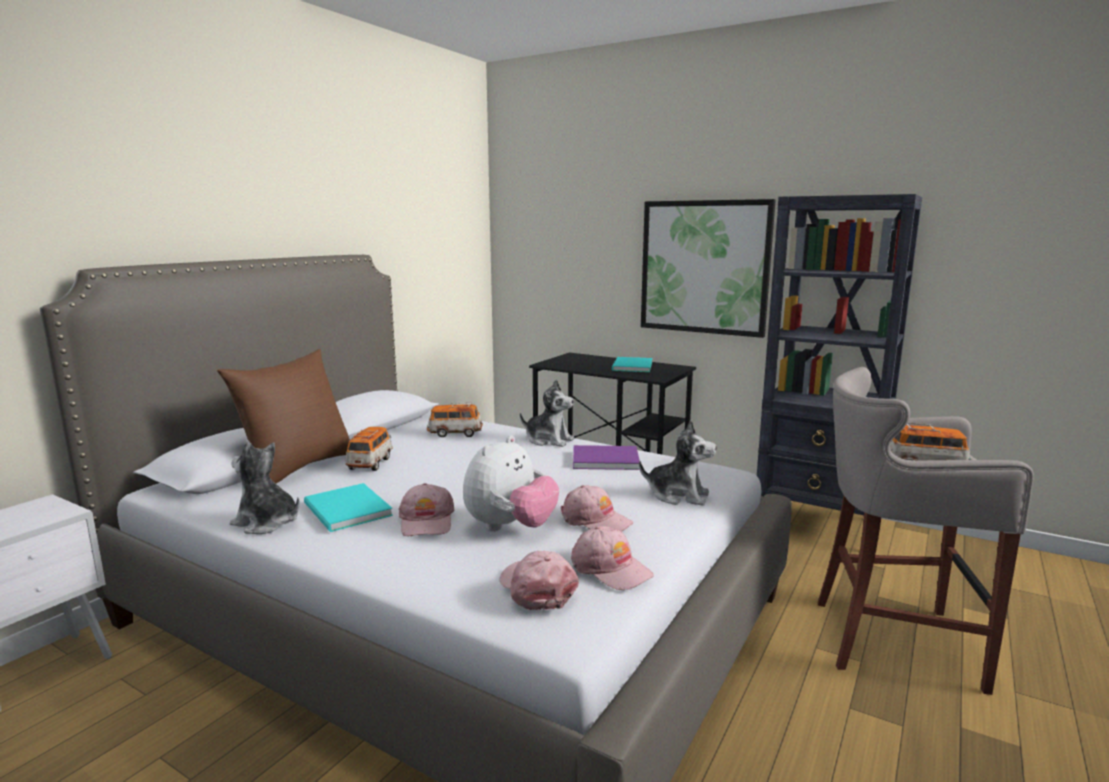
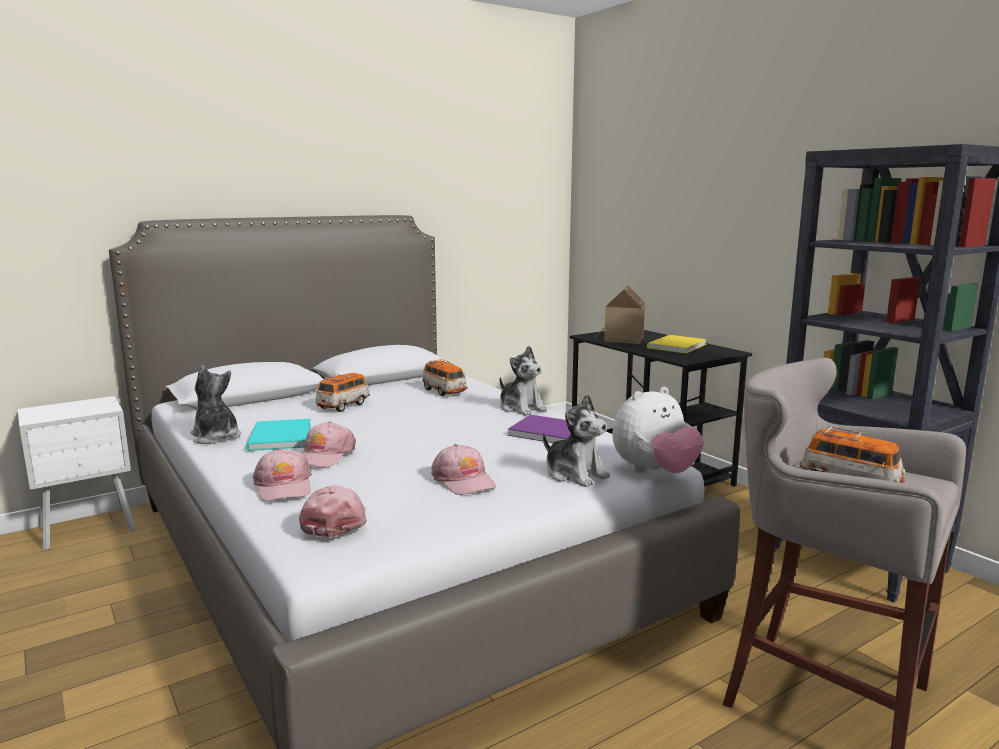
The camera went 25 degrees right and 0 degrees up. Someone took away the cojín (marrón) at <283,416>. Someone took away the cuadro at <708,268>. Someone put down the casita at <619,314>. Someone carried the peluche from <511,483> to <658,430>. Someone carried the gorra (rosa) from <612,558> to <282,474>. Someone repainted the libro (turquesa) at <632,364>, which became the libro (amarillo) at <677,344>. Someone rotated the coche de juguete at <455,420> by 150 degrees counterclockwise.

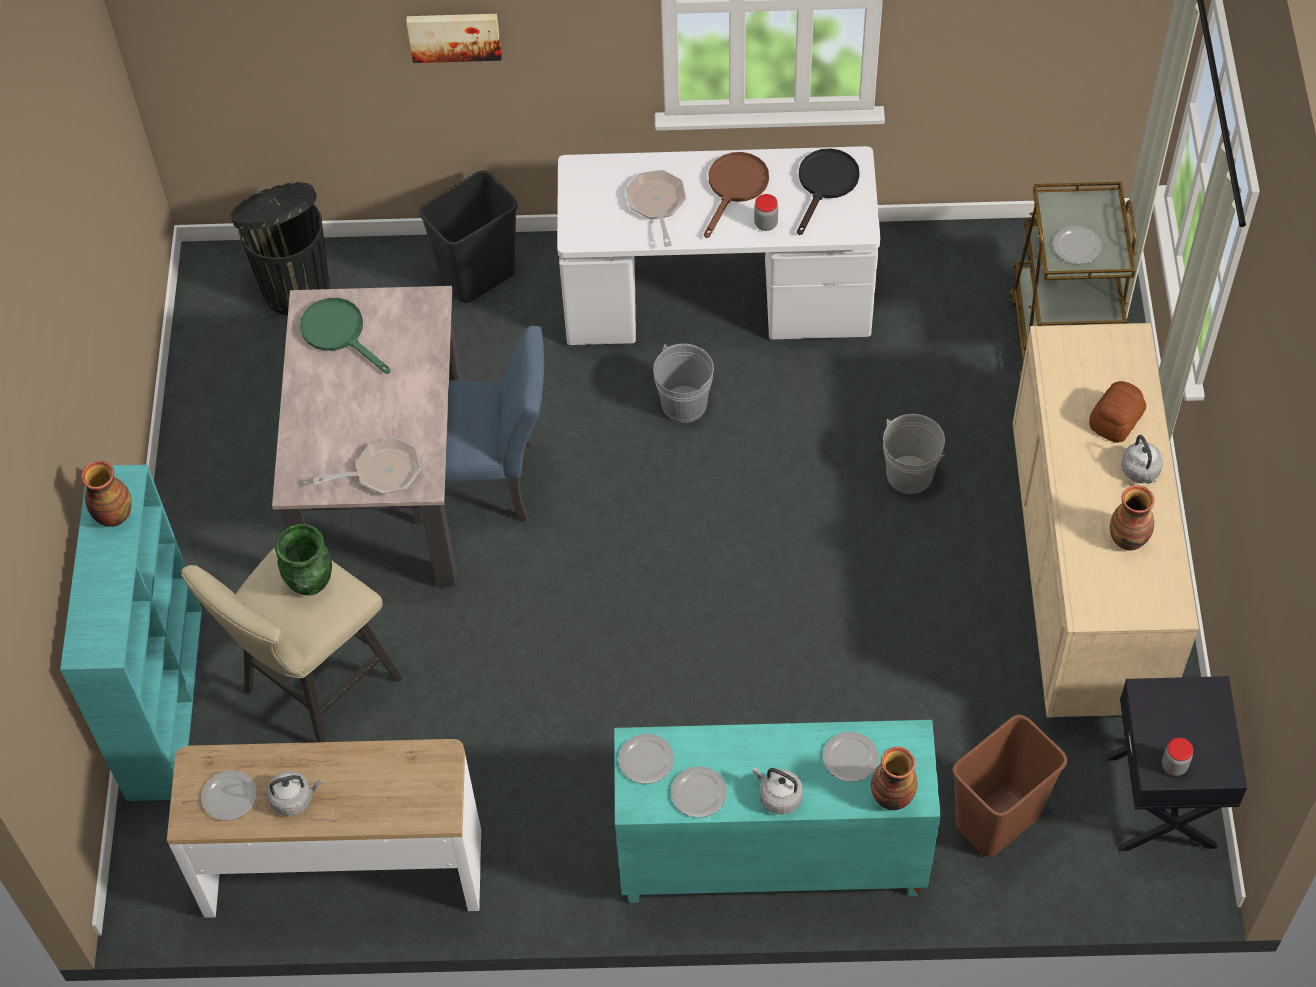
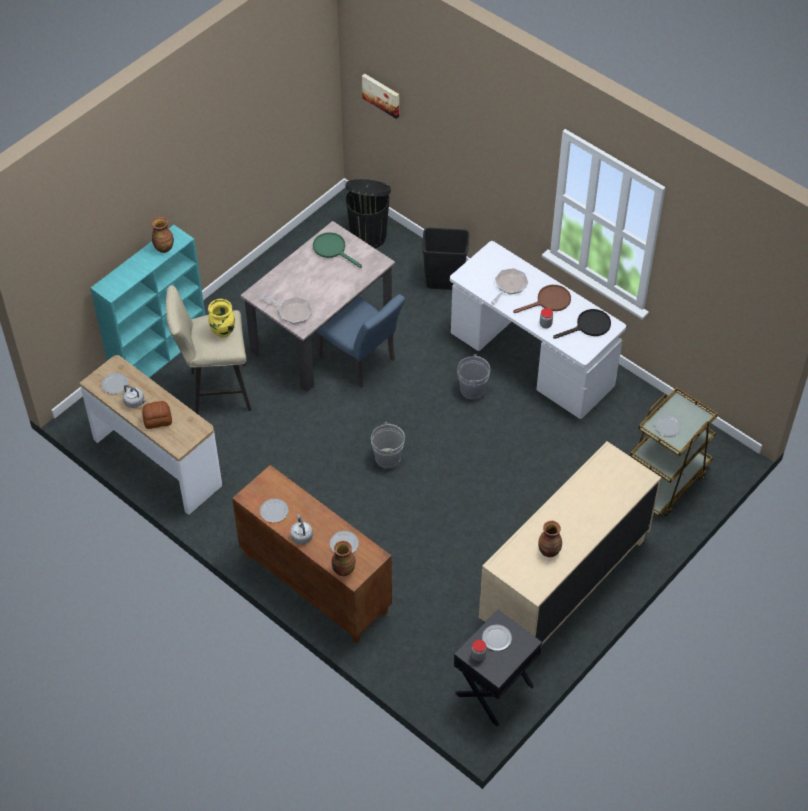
The camera went 40 degrees right and 5 degrees down. Someone took away the papelera (marrón) at <1010,786>. Someone took away the hervidor (gris) at <1142,459>. Someone carried the cuadro from <454,38> to <380,96>. Someone carried the plato from <646,759> to <497,638>. Someone carried the cubo (gris) from <914,454> to <388,445>. Someone carried the pan from <1117,412> to <157,415>. Someone repainted the florero (verde) at <303,559>, which became the florero (amarillo) at <221,318>. Someone repainted the armario (turquesa) at <777,811>, which became the armario (marrón) at <312,554>. Someone rotated the sartén (verde) at <345,336> by 45 degrees counterclockwise.

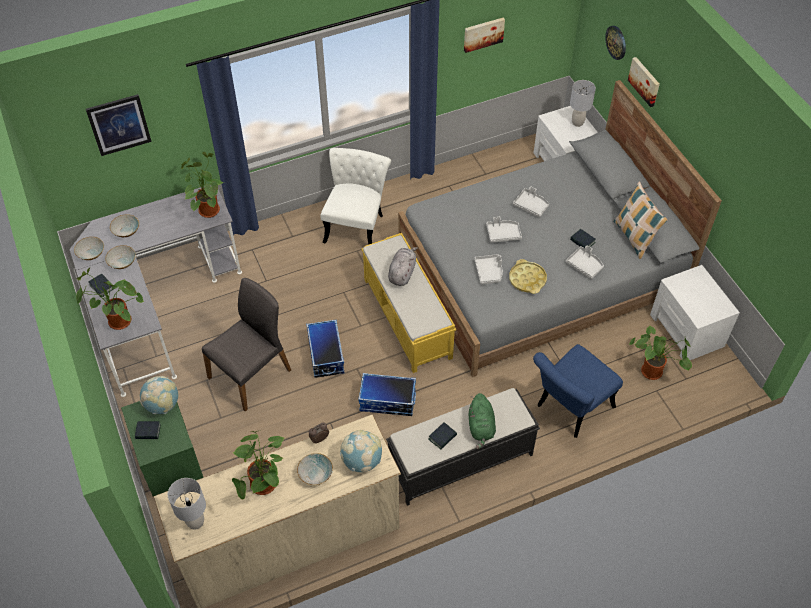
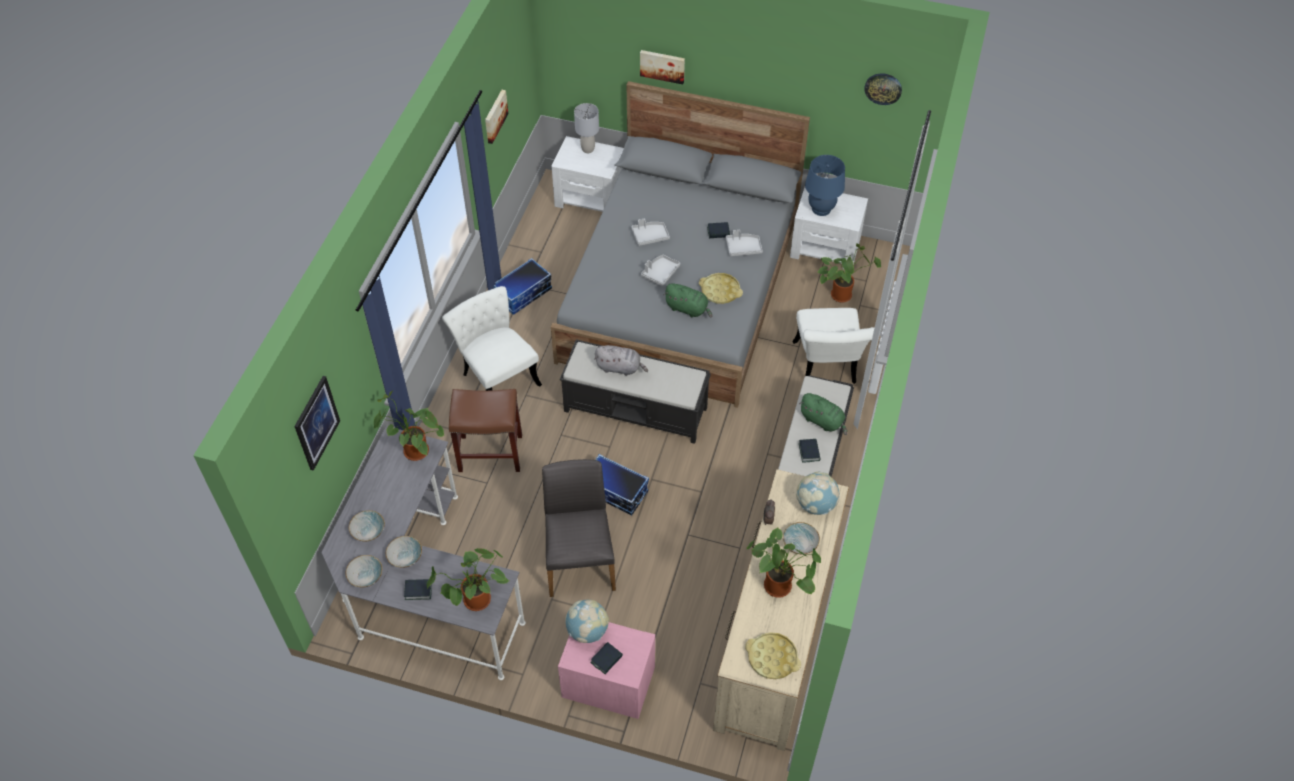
The camera went 50 degrees left and 0 degrees up. Someone took away the cojín at <640,220>. Someone put down the taburete (marrón) at <485,430>. Someone put down the lámpara de mesa (azul) at <825,185>. Someone carried the caja de almacenaje from <387,394> to <523,286>. Someone carried the reloj de pared from <615,43> to <883,89>. Someone swapped the lámpara de mesa (gris) at <187,504> for the bandeja (amarillo) at <773,655>. Someone swapped the bandeja (gris) at <488,269> for the peluche (verde) at <687,300>. Someone repainted the mesita de noche (verde) at <162,448>, which became the mesita de noche (rosa) at <606,670>. Someone repainted the banco (amarillo) at <408,303>, which became the banco (negro) at <635,391>. Someone repainted the silla (azul) at <578,391>, which became the silla (blanco) at <833,346>. Someone rotated the peluche (gris) at <403,266> by 135 degrees clockwise.

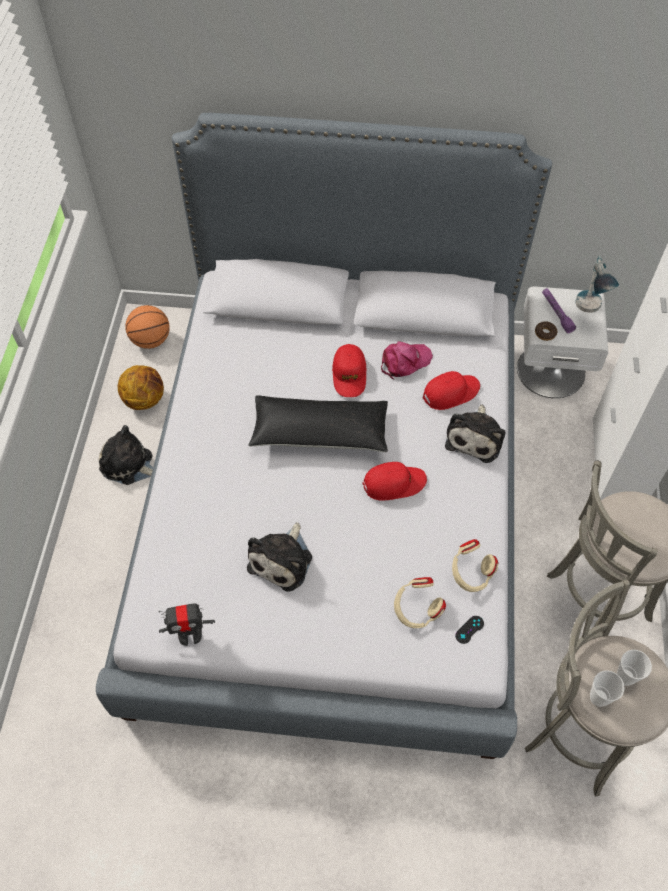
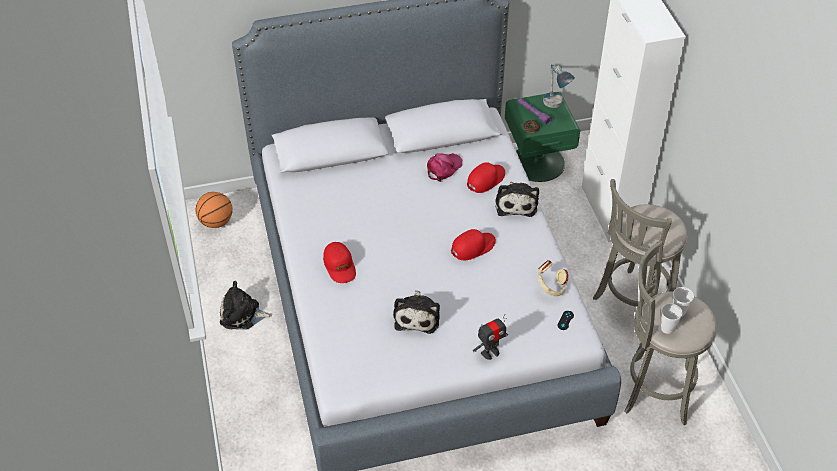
The camera went 20 degrees left and 10 degrees down. Someone took away the balón de baloncesto at <141,387>. Someone took away the cojín (negro) at <318,423>. Someone took away the auriculares (beis) at <420,602>. Someone carried the robot de juguete from <187,624> to <490,337>. Someone carried the gorra (rojo) from <349,370> to <339,262>. Someone repainted the mesita de noche (blanco) at <562,342>, which became the mesita de noche (verde) at <542,137>.

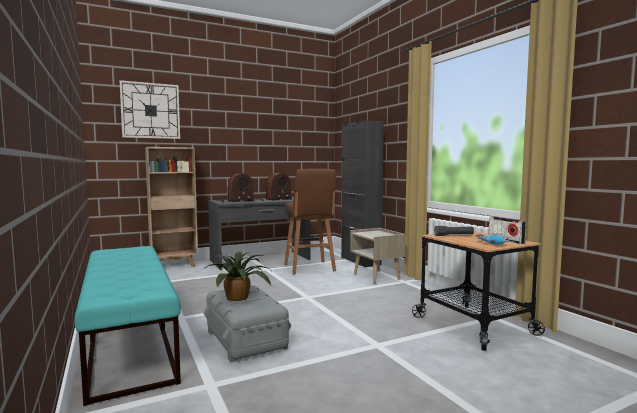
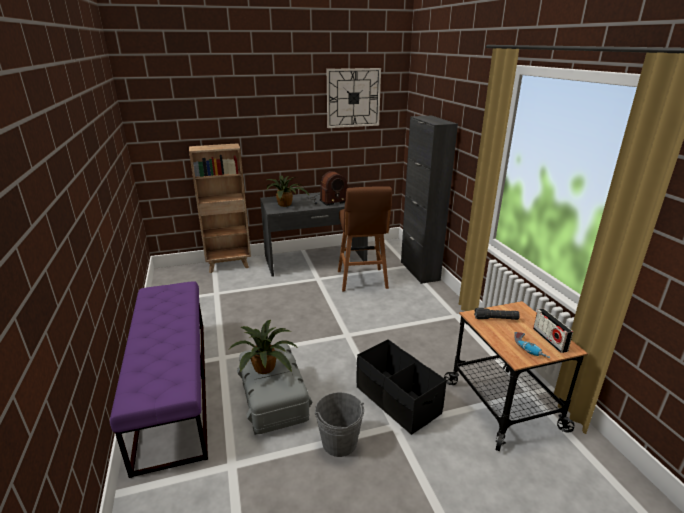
The camera went 10 degrees right and 20 degrees up. Someone took away the mesita de noche (beis) at <378,256>. Someone put down the cubo (gris) at <339,424>. Someone put down the caja de almacenaje (negro) at <401,387>. Someone carried the reloj de pared from <150,109> to <354,98>. Someone swapped the radio at <235,187> for the planta en maceta at <288,191>. Someone repainted the banco (turquesa) at <127,326>, which became the banco (morado) at <159,379>.

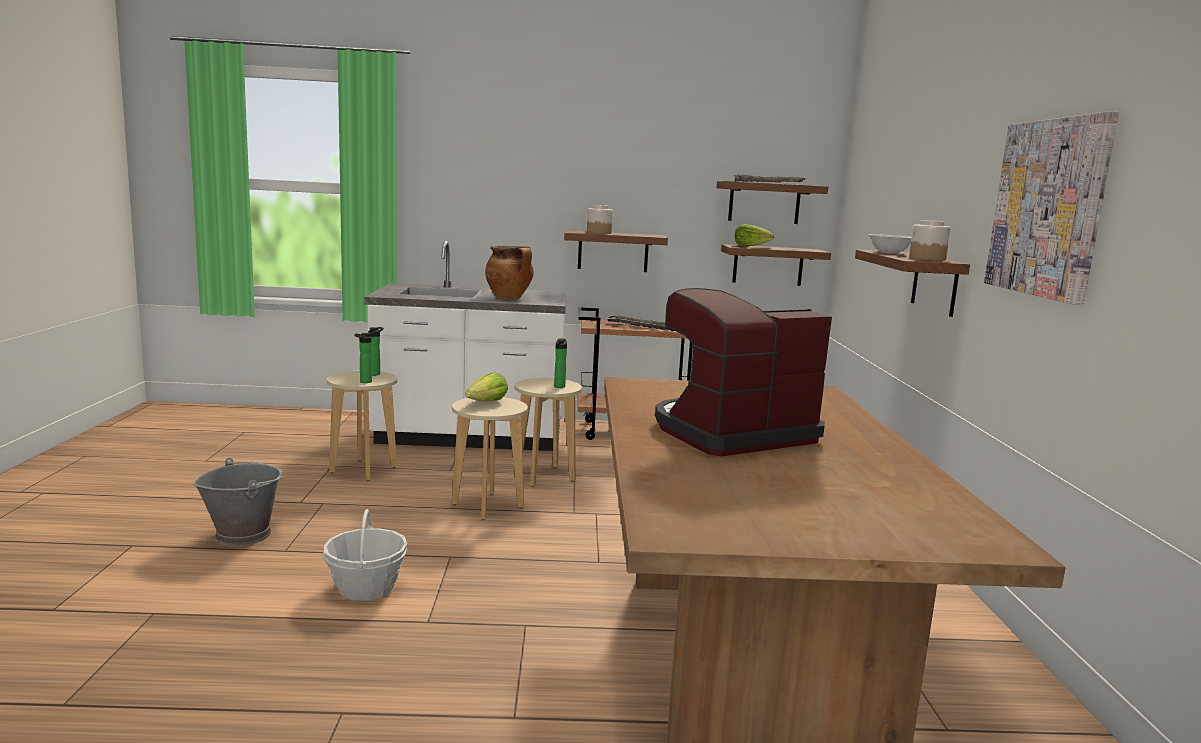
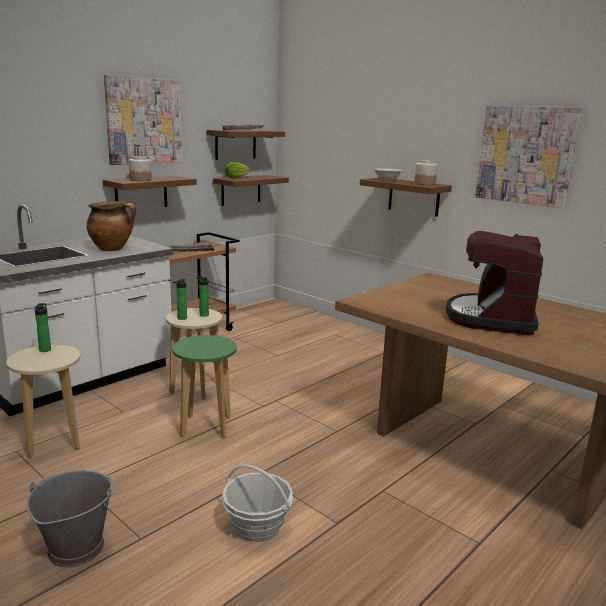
The camera went 45 degrees left and 5 degrees up. Someone took away the lechuga at <486,386>. Someone put up the cuadro at <143,120>. Someone carried the botella from <363,358> to <180,299>. Someone repainted the taburete (beis) at <490,458>, which became the taburete (verde) at <204,386>.

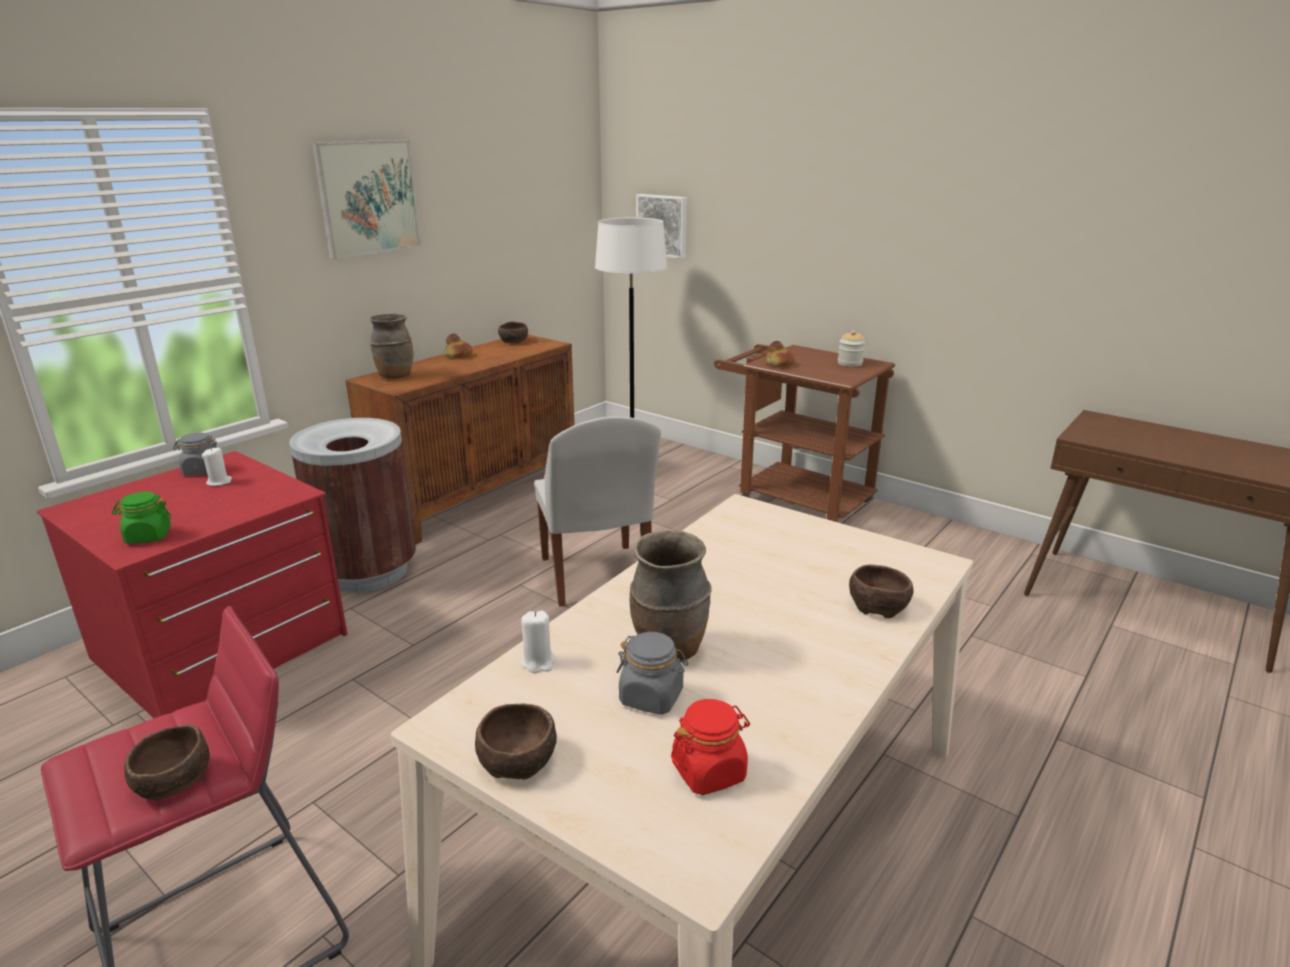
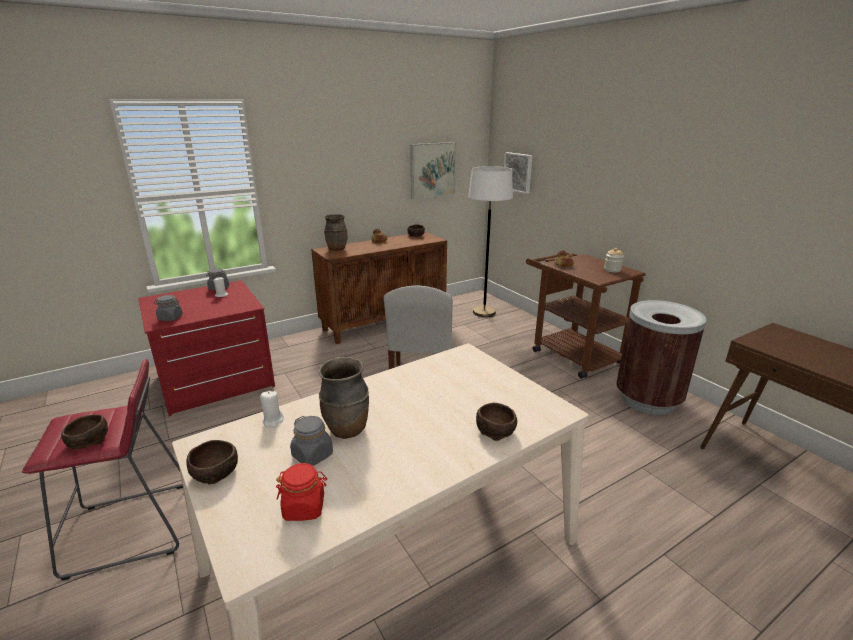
The camera went 20 degrees right and 0 degrees up. Someone carried the papelera (marrón) from <352,505> to <661,357>. Someone carried the cuadro from <366,199> to <433,170>. Someone repainted the tarro (verde) at <142,518>, which became the tarro (gris) at <168,308>.

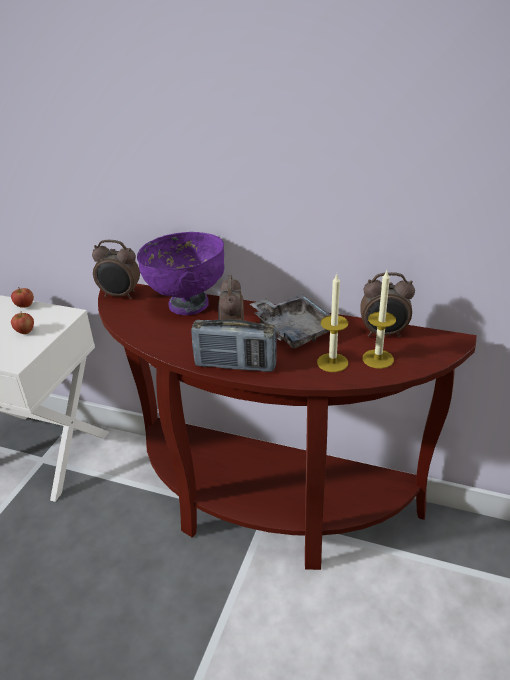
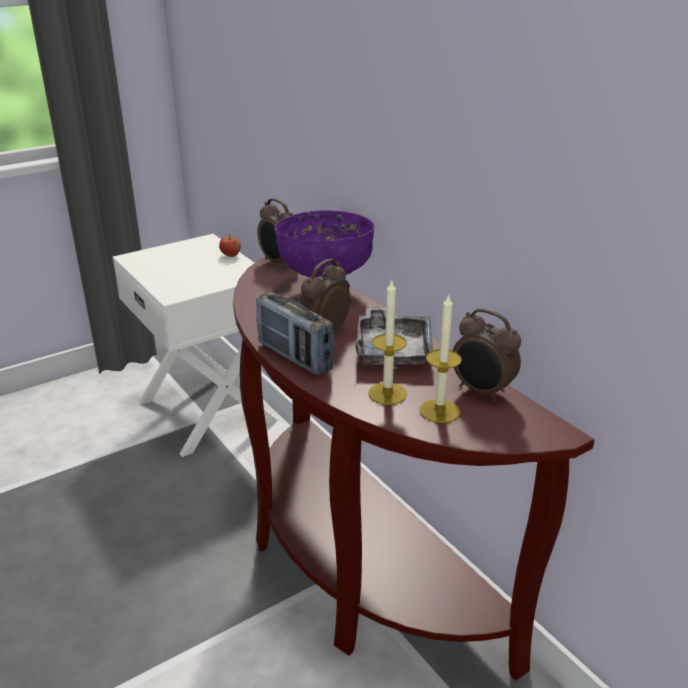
The camera went 35 degrees right and 5 degrees down. Someone took away the manzana at <22,322>.

